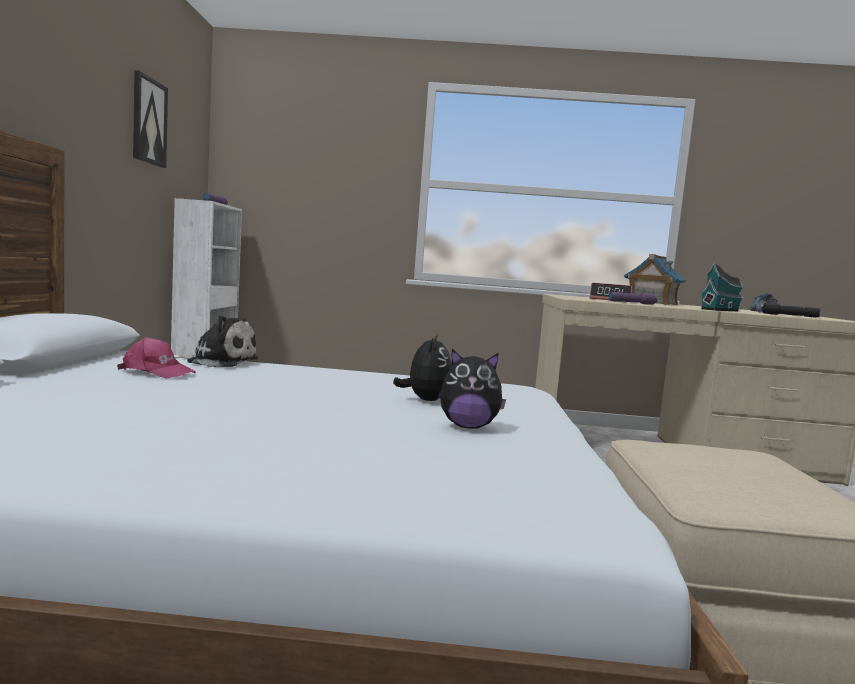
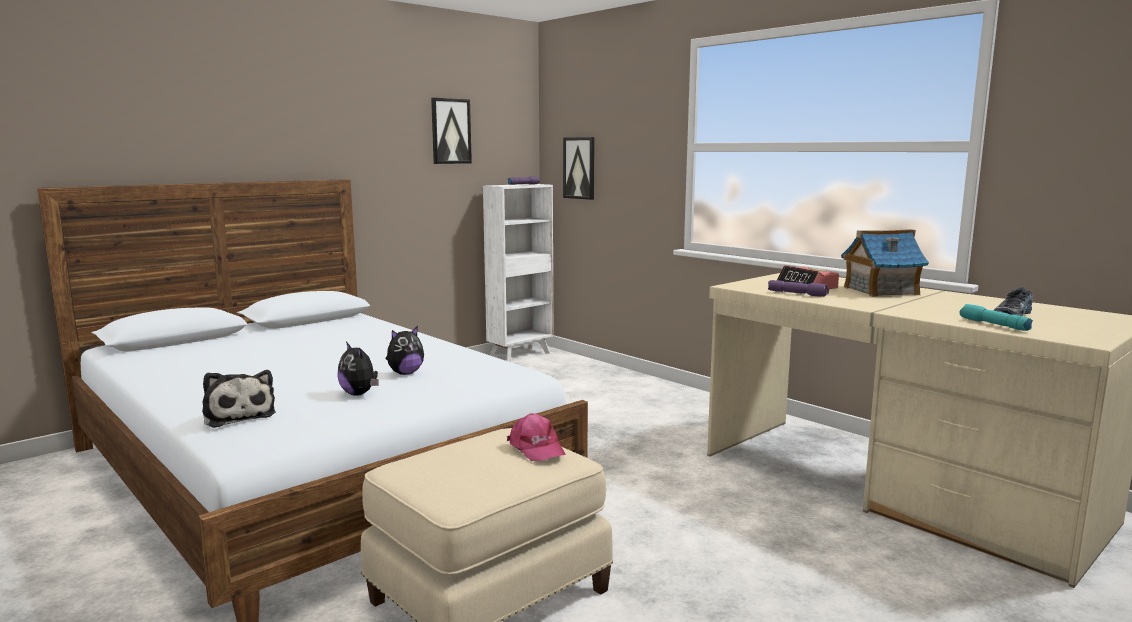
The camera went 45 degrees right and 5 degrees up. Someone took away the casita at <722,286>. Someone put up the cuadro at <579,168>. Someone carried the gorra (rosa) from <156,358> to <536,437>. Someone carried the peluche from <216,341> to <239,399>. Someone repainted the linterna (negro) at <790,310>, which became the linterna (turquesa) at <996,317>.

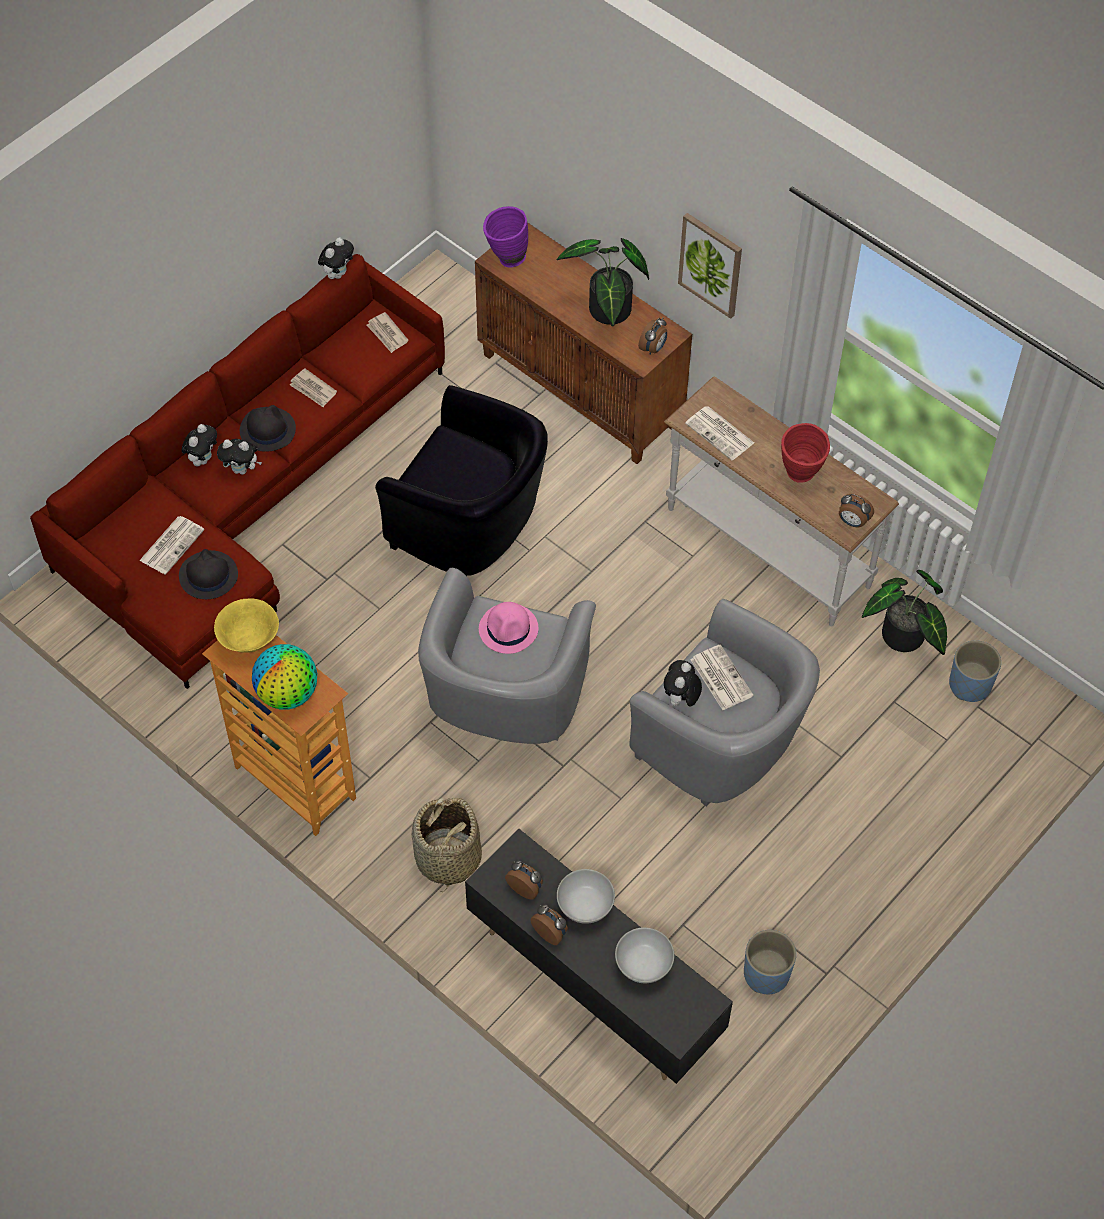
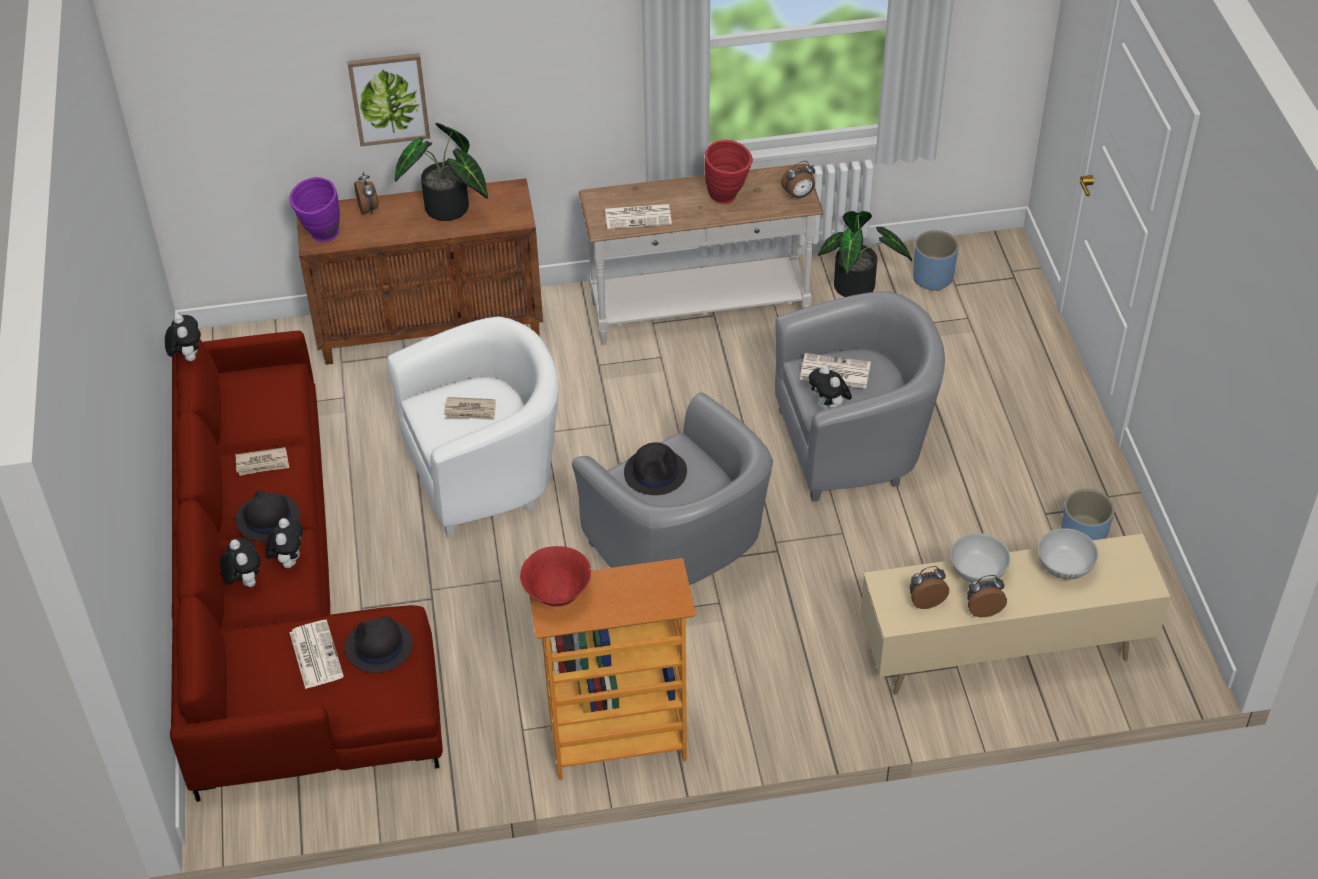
The camera went 50 degrees left and 10 degrees down. Someone took away the globo terráqueo at <284,677>. Someone took away the cesta at <446,844>. Someone carried the periódico from <387,332> to <470,408>. Someone carried the despertador from <652,336> to <366,193>. Someone carried the cuadro from <710,266> to <388,99>. Someone repainted the cuenco (amarillo) at <246,626>, which became the cuenco (rojo) at <555,576>. Someone repainted the sillón (negro) at <461,480>, which became the sillón (blanco) at <472,426>. Someone repainted the mueble de televisión (negro) at <599,956>, which became the mueble de televisión (beis) at <1015,613>. Someone repainted the sombrero (rosa) at <508,628>, which became the sombrero (negro) at <655,468>. Someone rotated the peluche at <239,457> by 45 degrees counterclockwise.

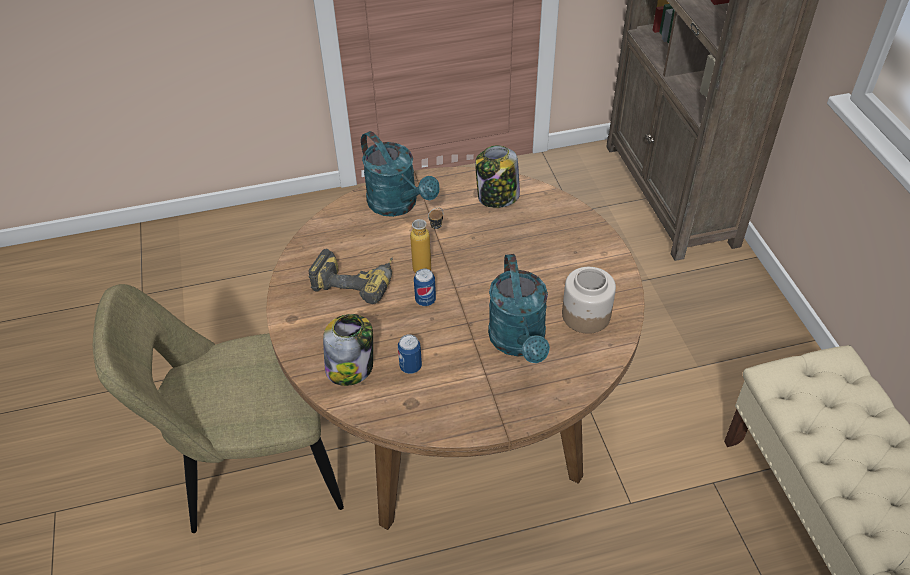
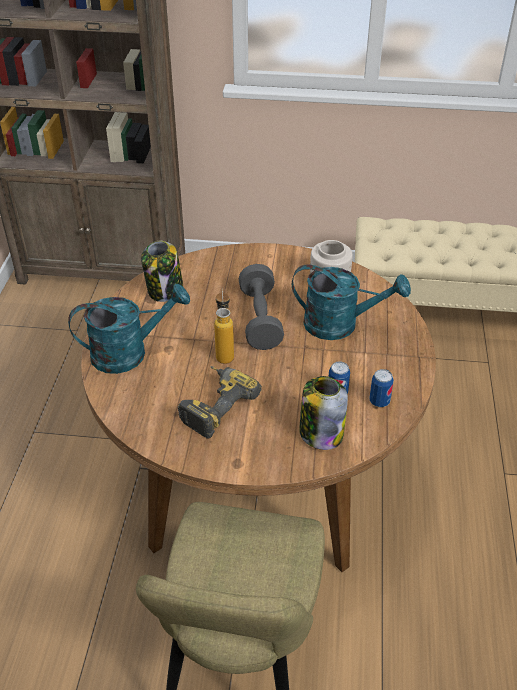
The camera went 70 degrees left and 5 degrees down. Someone put down the mancuerna (gris) at <261,307>. Someone carried the lata from <425,287> to <381,388>.

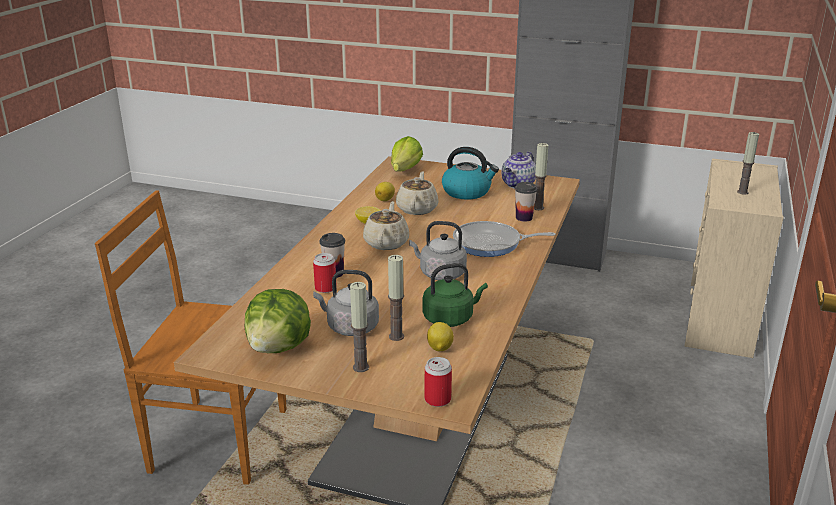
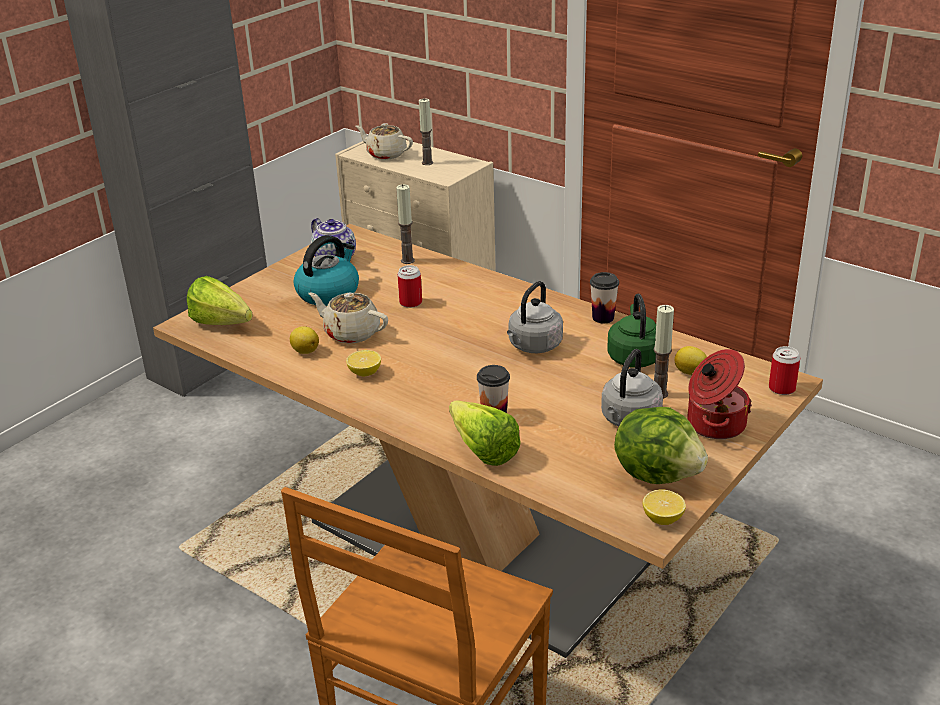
The camera went 70 degrees left and 5 degrees up. Someone took away the sartén at <504,239>. Someone put down the lechuga at <484,433>. Someone put down the limón at <664,507>. Someone carried the lata from <325,273> to <409,286>. Someone carried the tetera (beis) from <386,225> to <384,141>. Someone carried the taza from <526,202> to <604,297>. Someone swapped the vela at <359,327> for the olla at <719,394>.

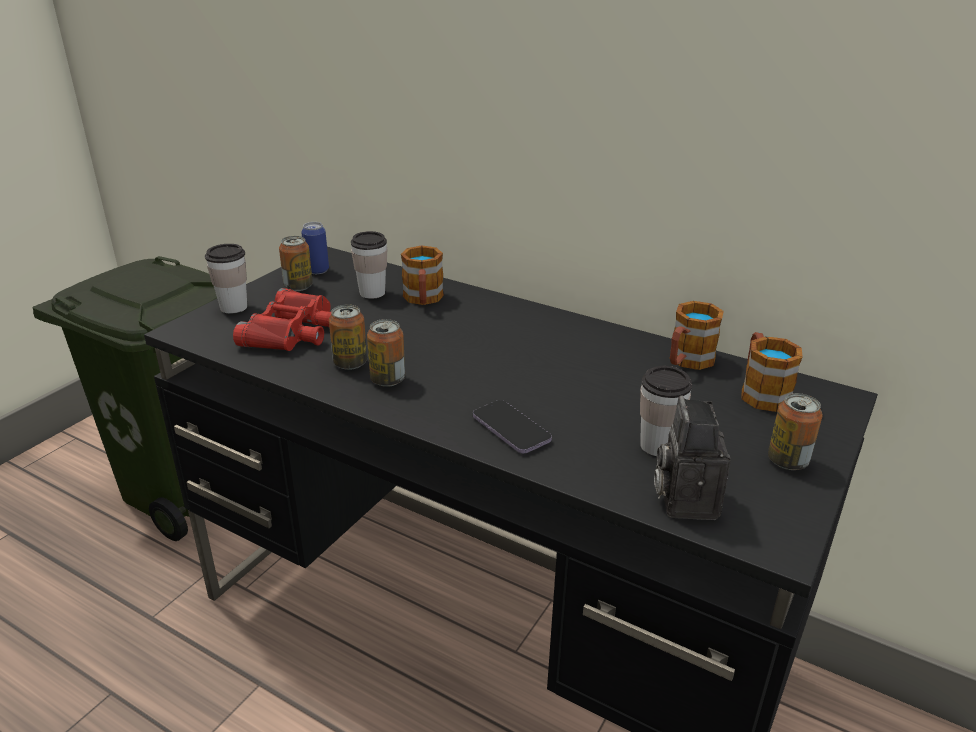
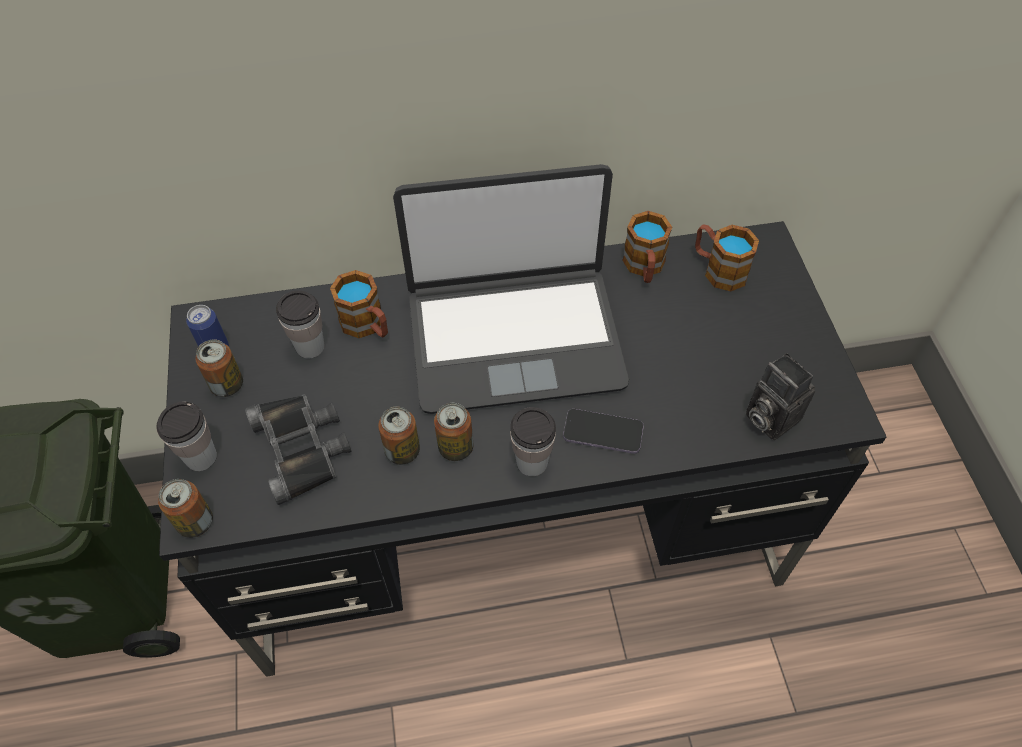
The camera went 40 degrees left and 25 degrees up. Someone put down the portátil at <511,289>. Someone carried the taza from <666,411> to <533,441>. Someone carried the lata from <795,431> to <185,508>. Someone repainted the prismáticos (rojo) at <282,319>, which became the prismáticos (negro) at <298,449>.

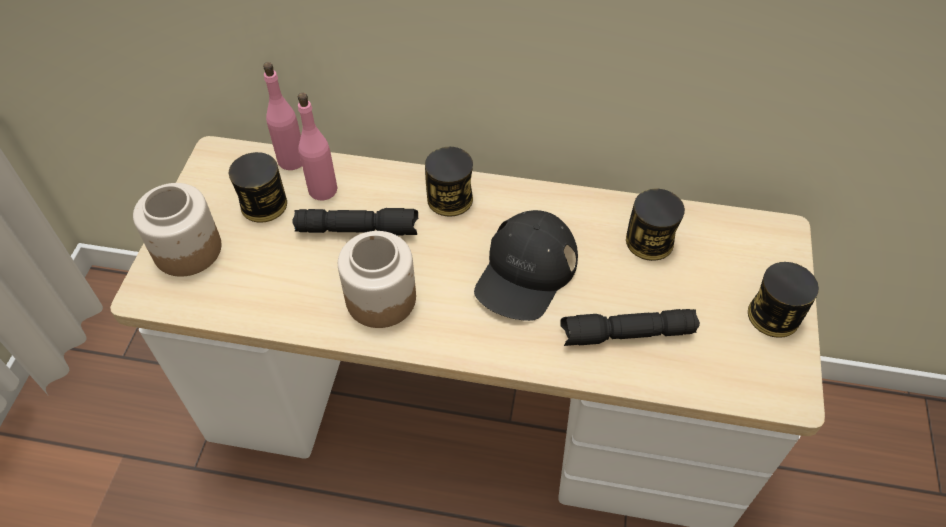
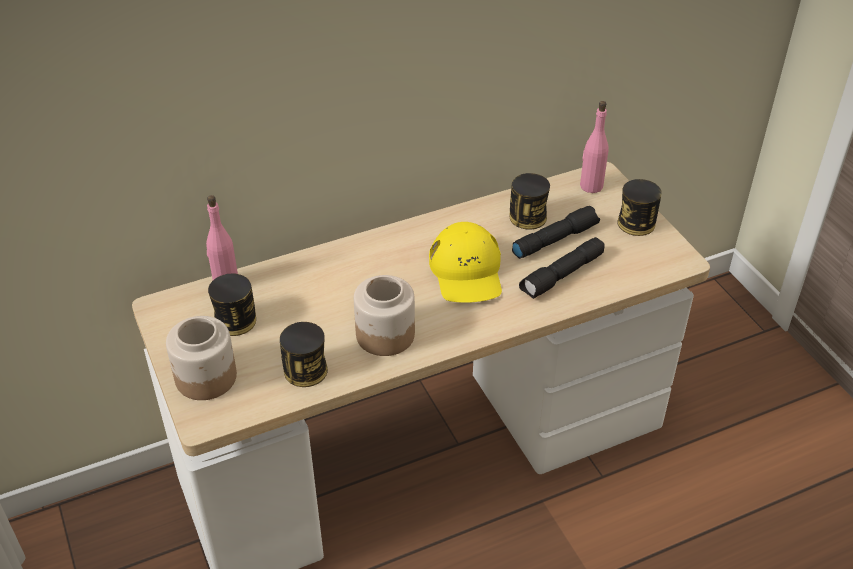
The camera went 35 degrees left and 10 degrees down. Someone carried the linterna (negro) from <355,222> to <556,232>. Someone carried the botella (rosa) from <317,147> to <594,147>. Someone carried the lata from <449,182> to <304,354>. Someone repainted the gorra (negro) at <526,265>, which became the gorra (amarillo) at <465,262>.

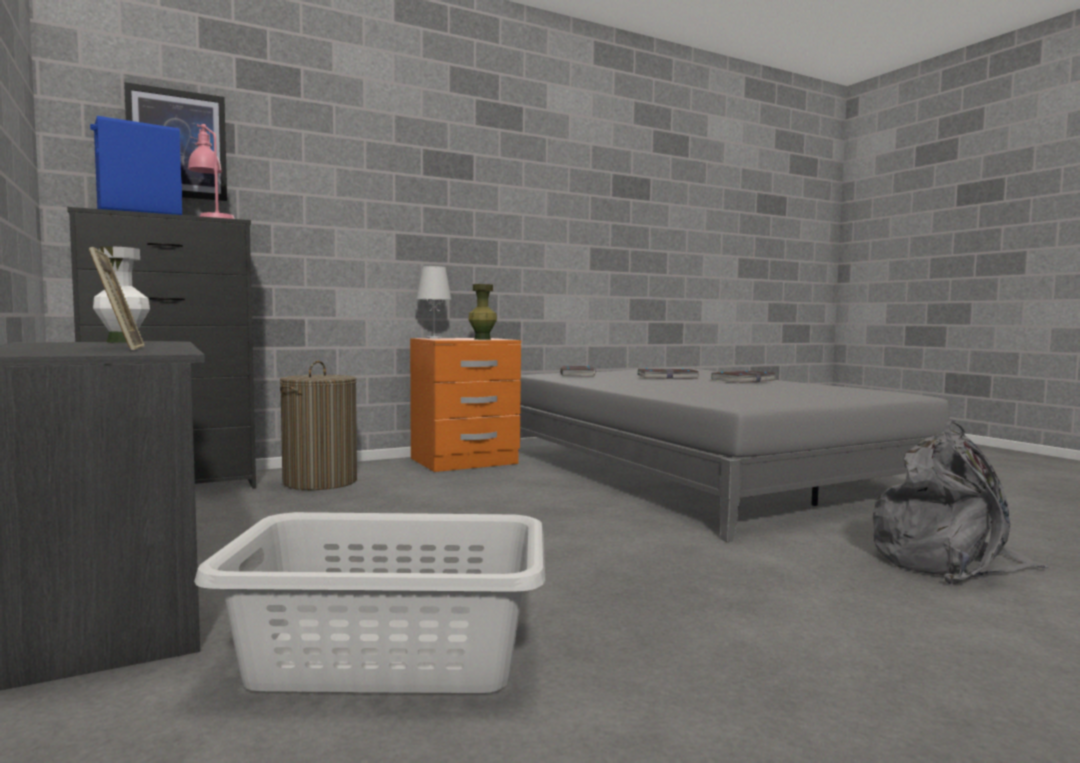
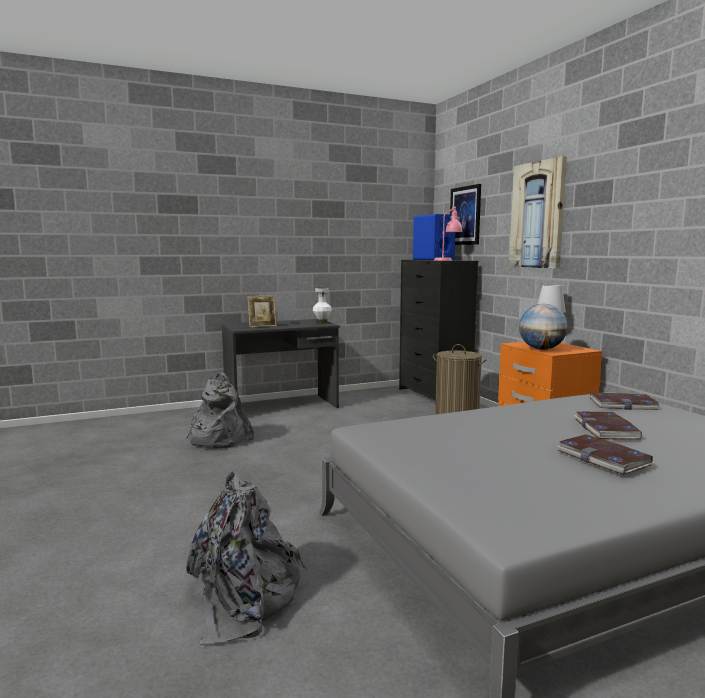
The camera went 95 degrees right and 5 degrees up. Someone put up the cuadro at <538,212>. Someone swapped the cesto de la ropa (gris) at <369,602> for the mochila (gris) at <220,411>. Someone swapped the florero (verde) at <482,312> for the globo terráqueo at <543,327>.

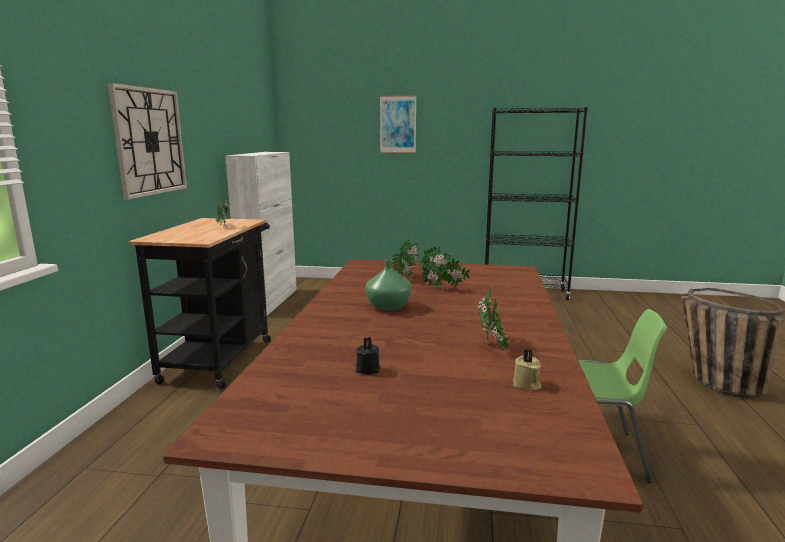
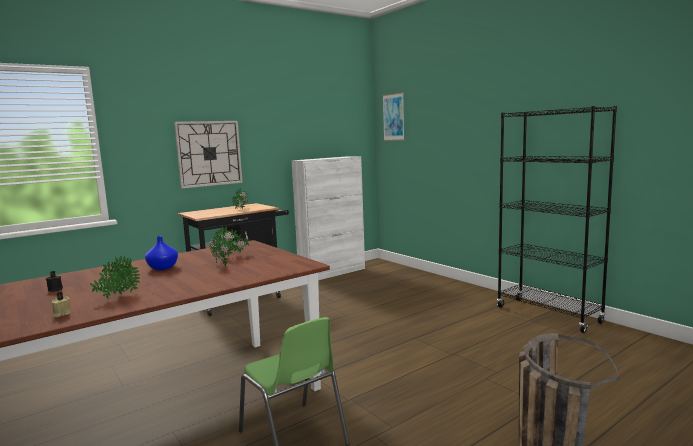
The camera went 45 degrees right and 5 degrees down. Someone carried the cuadro from <398,124> to <394,117>. Someone repainted the florero (verde) at <388,285>, which became the florero (azul) at <161,253>.

